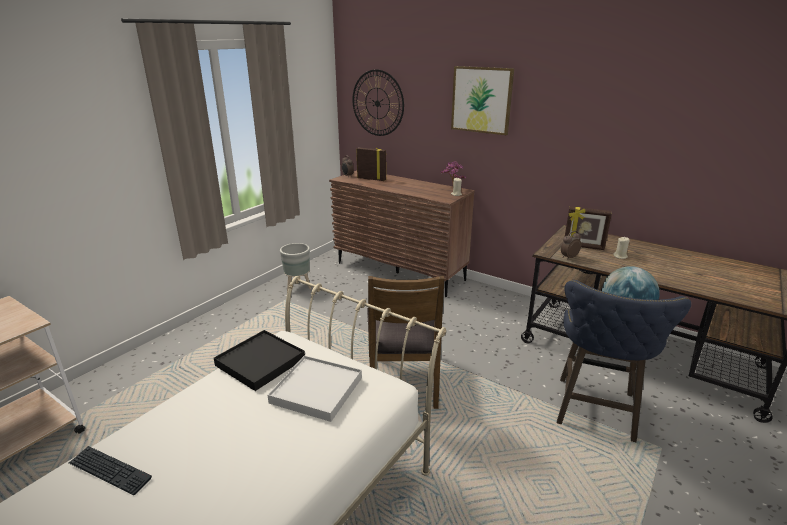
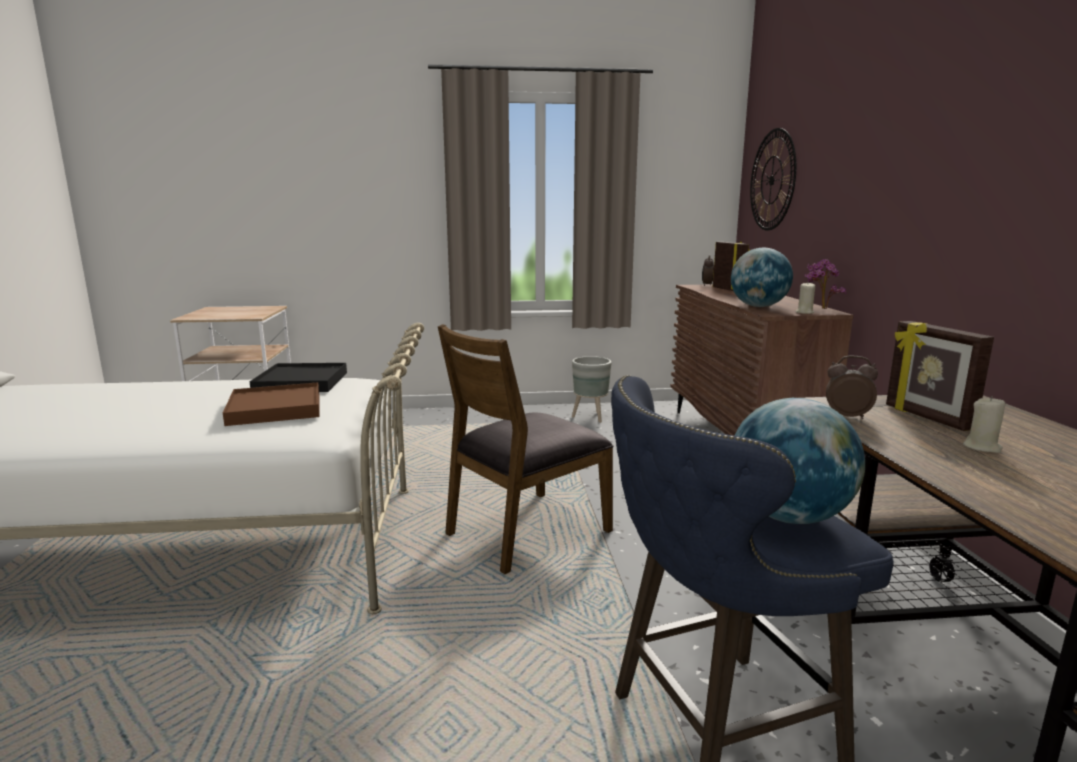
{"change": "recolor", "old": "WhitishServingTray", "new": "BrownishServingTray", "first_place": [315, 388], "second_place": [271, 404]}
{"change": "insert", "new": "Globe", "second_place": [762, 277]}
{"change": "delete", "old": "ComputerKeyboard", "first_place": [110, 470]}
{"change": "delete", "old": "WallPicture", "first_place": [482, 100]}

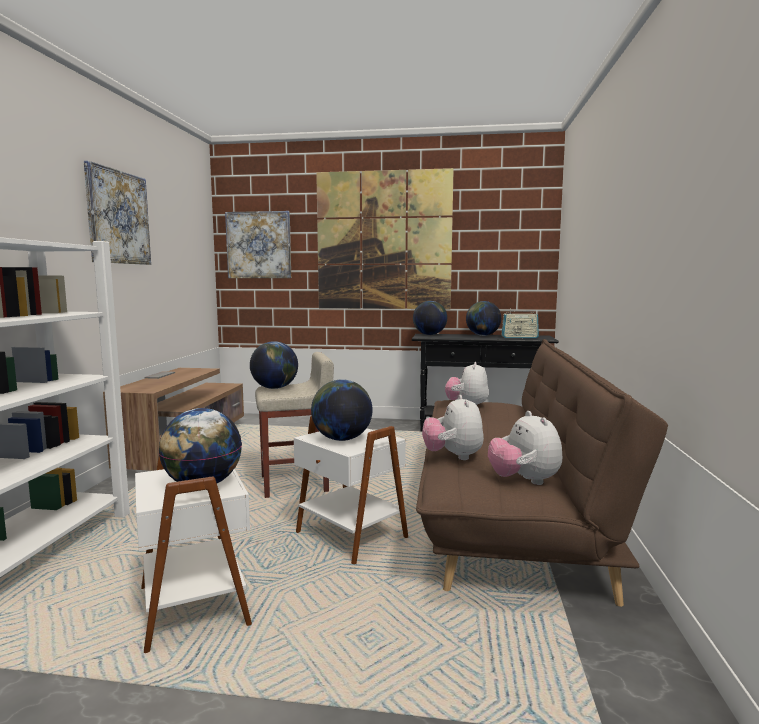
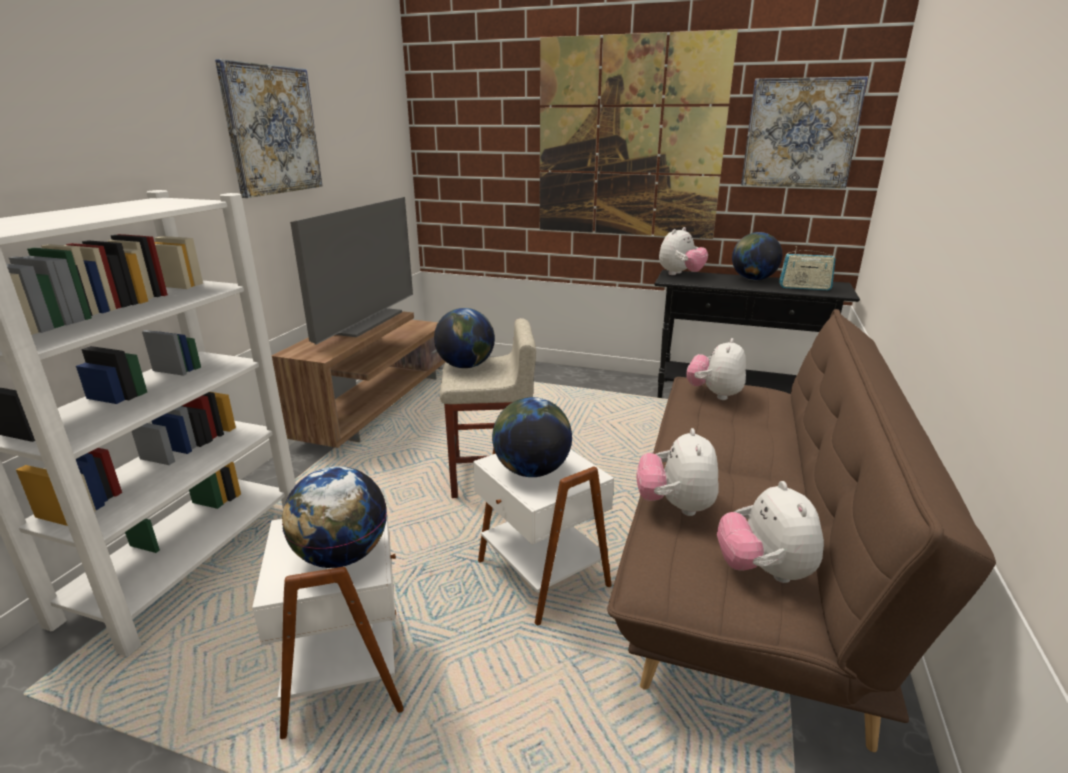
{"change": "insert", "new": "TvSet", "second_place": [351, 271]}
{"change": "replace", "old": "Globe", "new": "SoftToy", "first_place": [430, 318], "second_place": [683, 251]}
{"change": "move", "old": "WallPicture", "first_place": [258, 244], "second_place": [804, 132]}

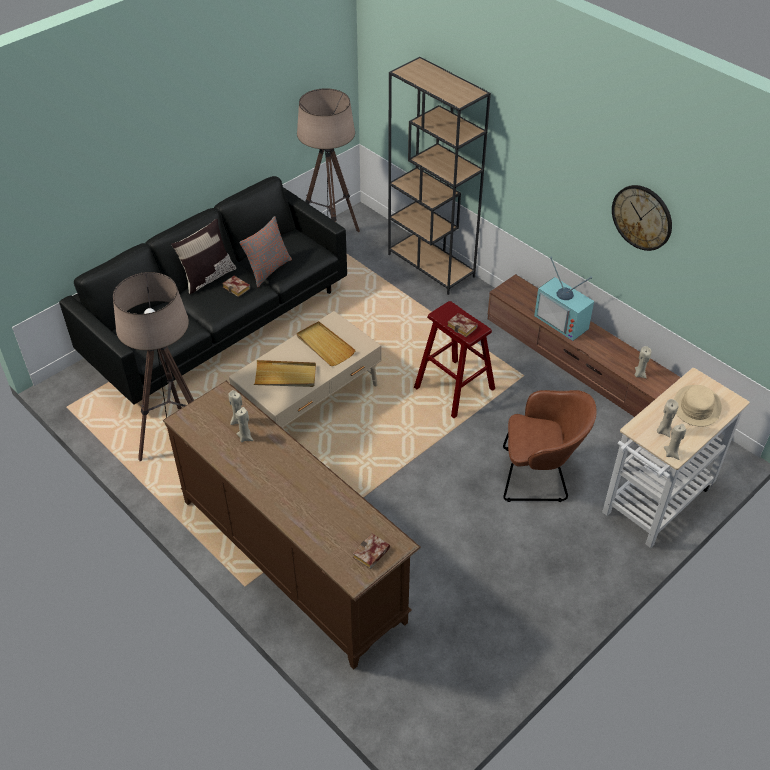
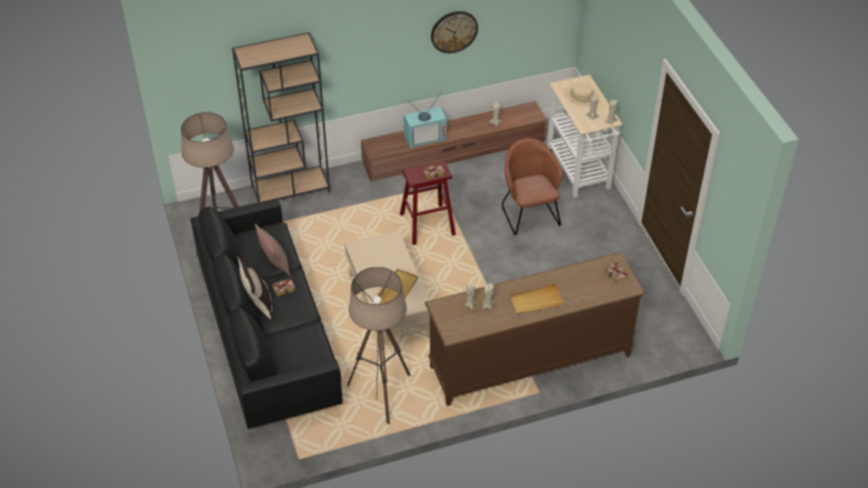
{"change": "rotate", "old": "BrownishLoungeChair", "first_place": [550, 446], "second_place": [532, 186], "degrees": -45}
{"change": "move", "old": "BeigeColouredServingTray", "first_place": [326, 343], "second_place": [537, 300]}

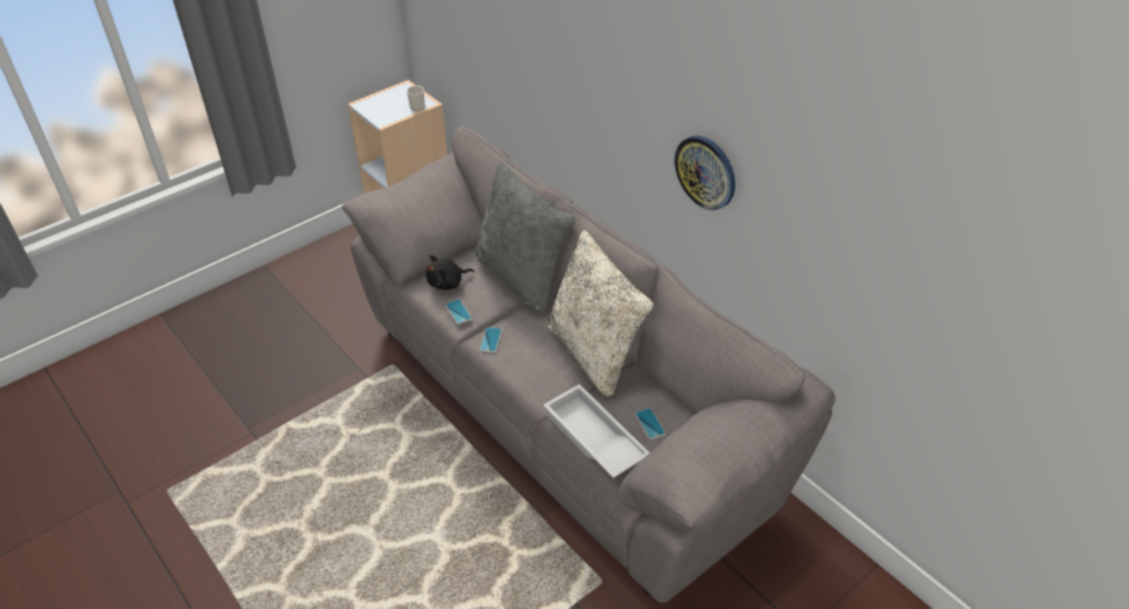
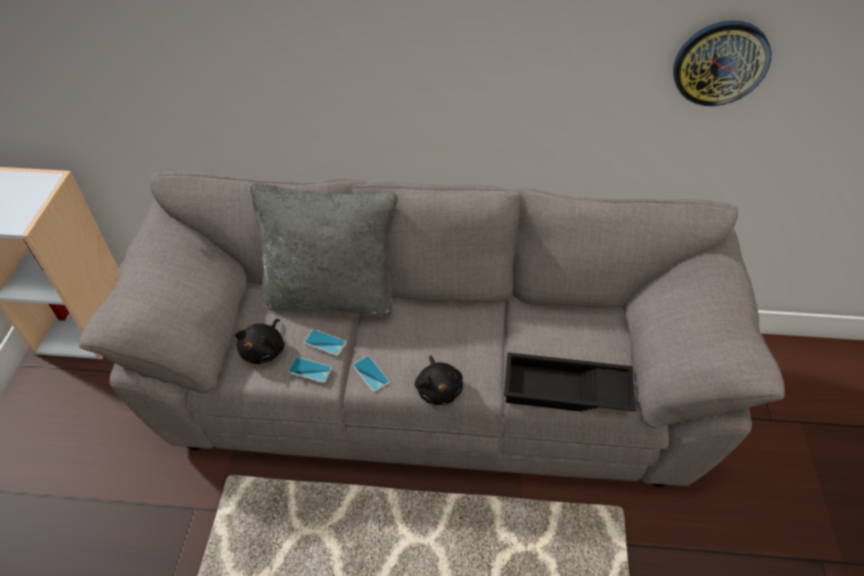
{"change": "move", "old": "Phone", "first_place": [650, 424], "second_place": [325, 342]}
{"change": "insert", "new": "BlackSoftToy", "second_place": [439, 380]}
{"change": "recolor", "old": "WhitishServingTray", "new": "BlackServingTray", "first_place": [596, 431], "second_place": [569, 382]}
{"change": "move", "old": "ClockOnTheWall", "first_place": [705, 172], "second_place": [722, 63]}
{"change": "delete", "old": "Mug", "first_place": [416, 98]}
{"change": "delete", "old": "BeigeColouredCushion", "first_place": [601, 313]}

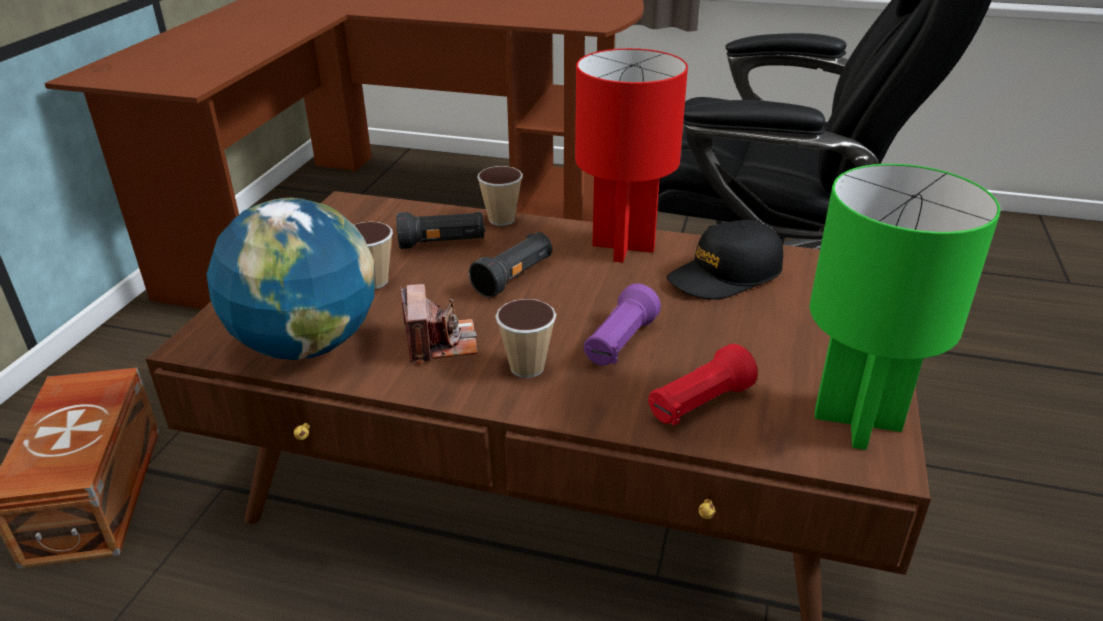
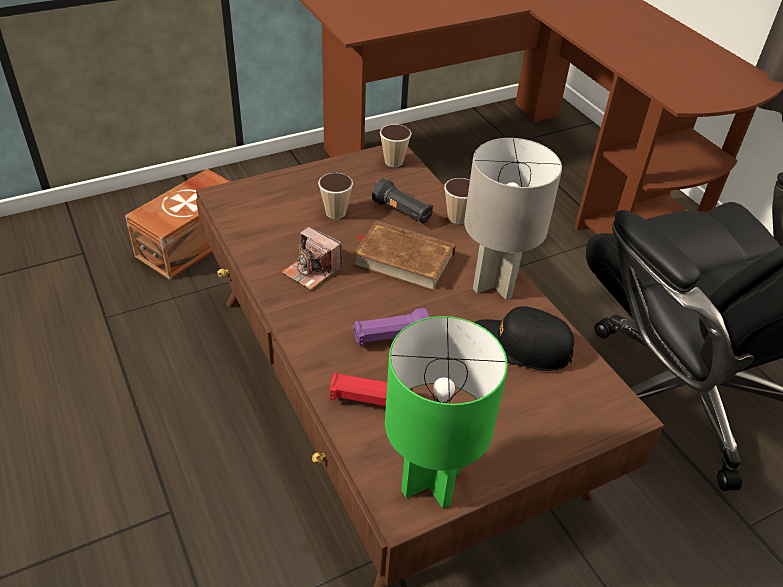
{"change": "rotate", "old": "StillCamera", "first_place": [439, 324], "second_place": [312, 258], "degrees": 90}
{"change": "replace", "old": "BlackHandTorch", "new": "BrownishBook", "first_place": [511, 265], "second_place": [404, 256]}
{"change": "move", "old": "DrinkingCup", "first_place": [525, 338], "second_place": [396, 145]}
{"change": "recolor", "old": "RedLampForATable", "new": "GreyLampForATable", "first_place": [631, 155], "second_place": [513, 219]}
{"change": "delete", "old": "Globe", "first_place": [290, 279]}

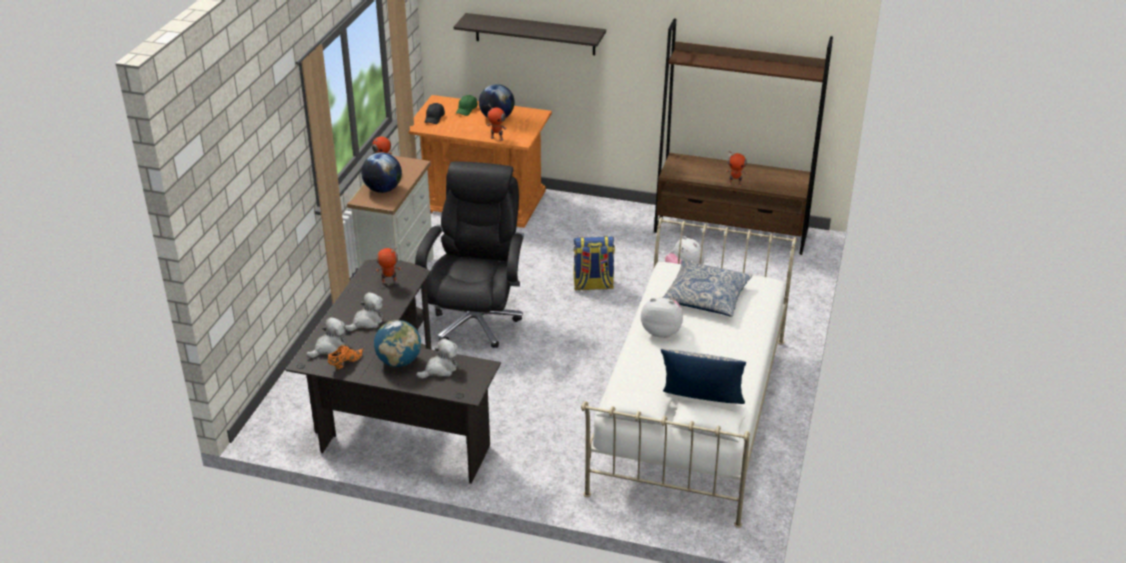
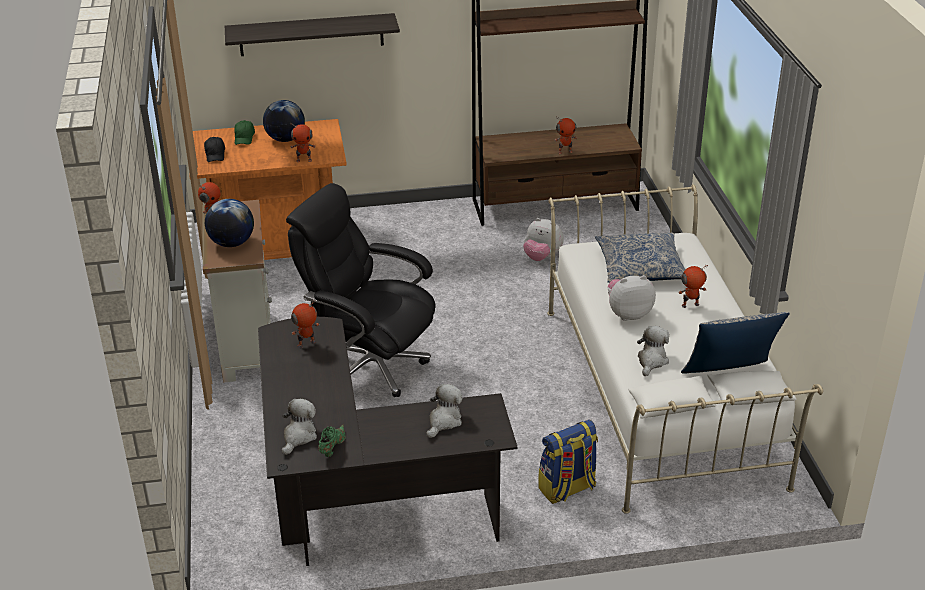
{"change": "rotate", "old": "BlackOfficeChair", "first_place": [469, 254], "second_place": [360, 290], "degrees": -45}
{"change": "recolor", "old": "OrangeLowShoe", "new": "GreenLowShoe", "first_place": [346, 357], "second_place": [331, 441]}
{"change": "move", "old": "Backpack", "first_place": [594, 263], "second_place": [568, 462]}
{"change": "move", "old": "SoftToy", "first_place": [364, 311], "second_place": [653, 351]}
{"change": "insert", "new": "ModelRobot", "second_place": [693, 286]}
{"change": "delete", "old": "Globe", "first_place": [397, 343]}

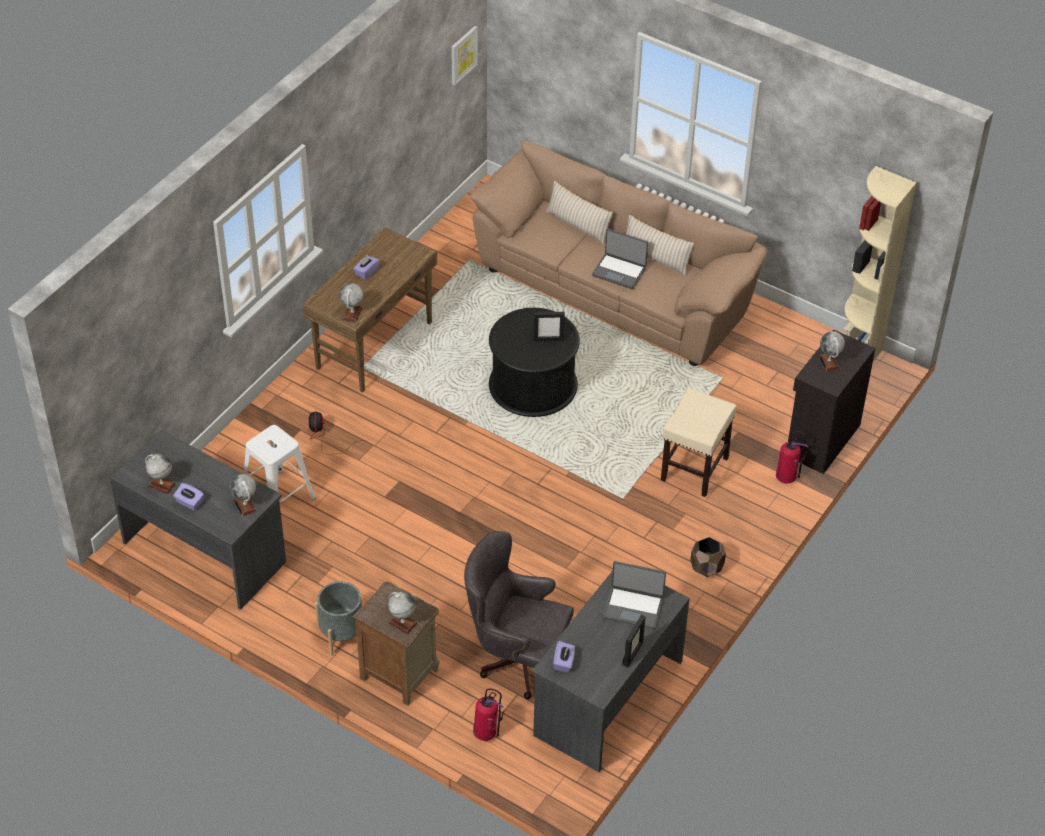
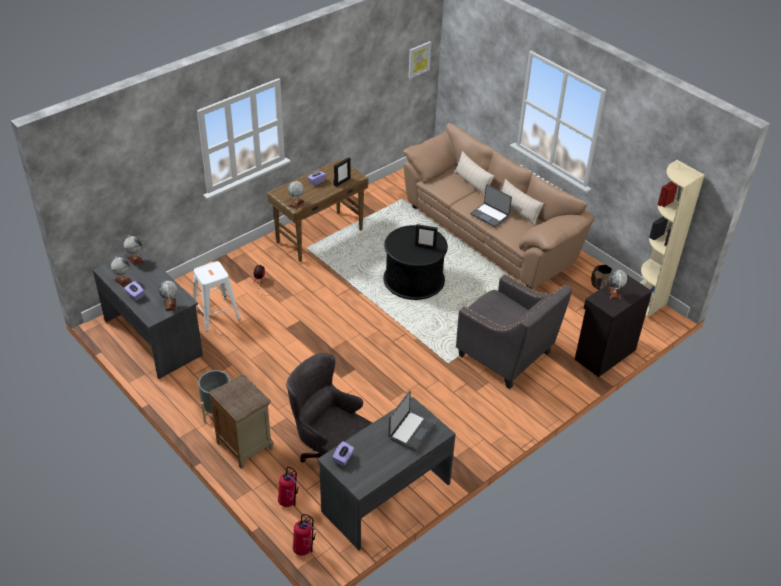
{"change": "move", "old": "Globe", "first_place": [403, 613], "second_place": [134, 250]}
{"change": "move", "old": "FireFightingCylinder", "first_place": [792, 457], "second_place": [304, 535]}
{"change": "move", "old": "PictureFrame", "first_place": [634, 641], "second_place": [342, 172]}
{"change": "rotate", "old": "PortableComputer", "first_place": [634, 595], "second_place": [411, 421], "degrees": -90}
{"change": "replace", "old": "BeigeColouredStoolSeat", "new": "GreyLoungeChair", "first_place": [699, 442], "second_place": [514, 331]}
{"change": "move", "old": "BrownishPlanter", "first_place": [708, 557], "second_place": [602, 277]}

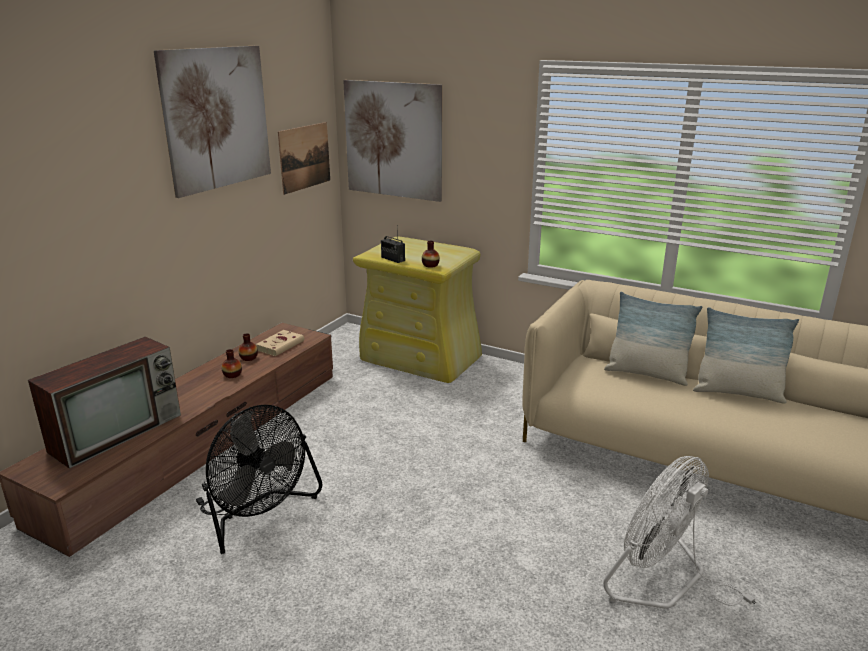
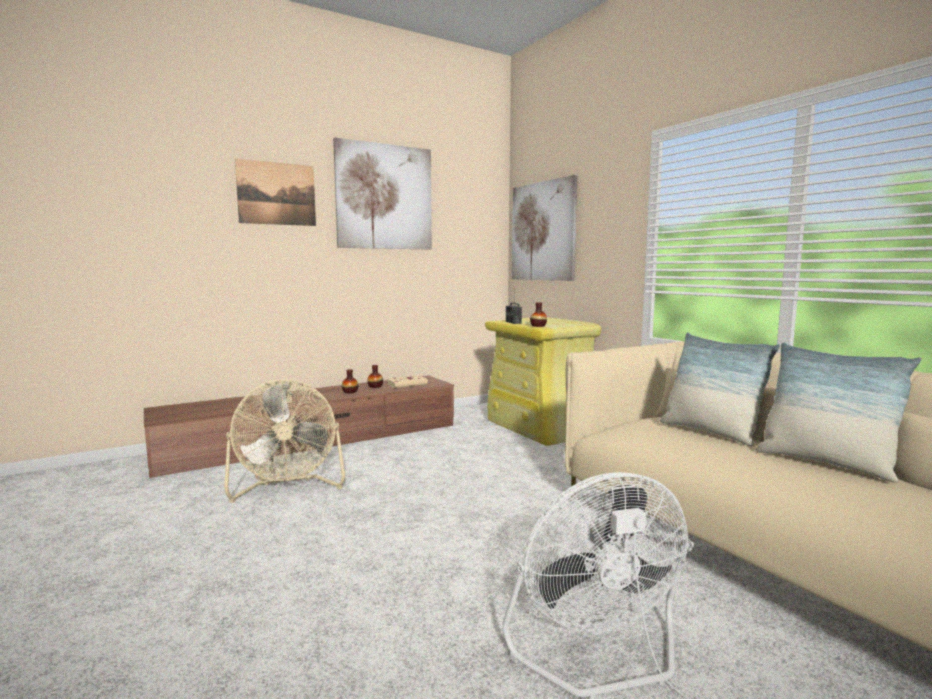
{"change": "recolor", "old": "BlackElectricFan", "new": "BeigeColouredElectricFan", "first_place": [259, 479], "second_place": [284, 441]}
{"change": "move", "old": "WallPicture", "first_place": [304, 158], "second_place": [275, 192]}
{"change": "delete", "old": "TvSet", "first_place": [104, 403]}

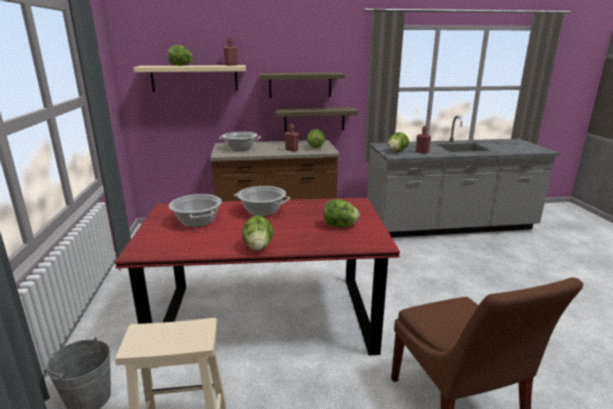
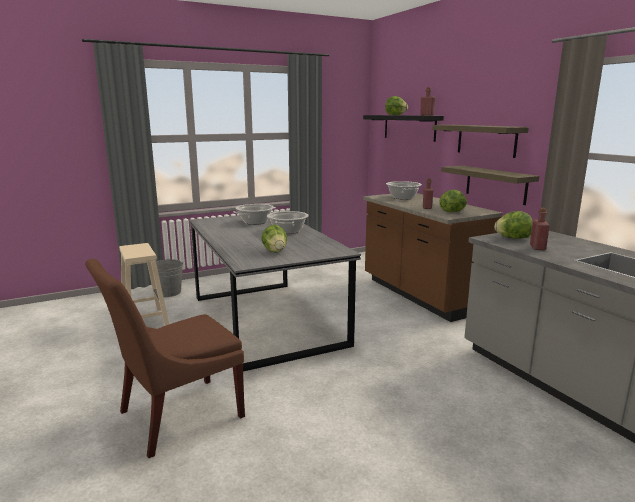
{"change": "recolor", "old": "RedKitchenTable", "new": "GreyKitchenTable", "first_place": [257, 283], "second_place": [275, 292]}
{"change": "recolor", "old": "BeigeColouredWallShelf", "new": "BlackWallShelf", "first_place": [190, 78], "second_place": [403, 128]}
{"change": "delete", "old": "LettuceHead", "first_place": [257, 233]}

